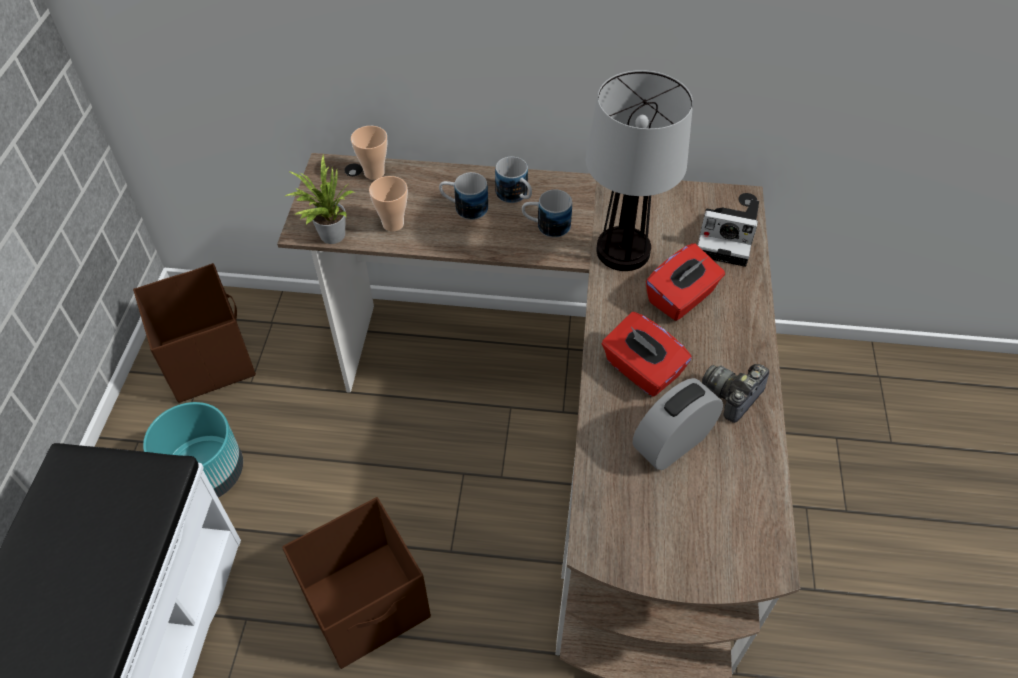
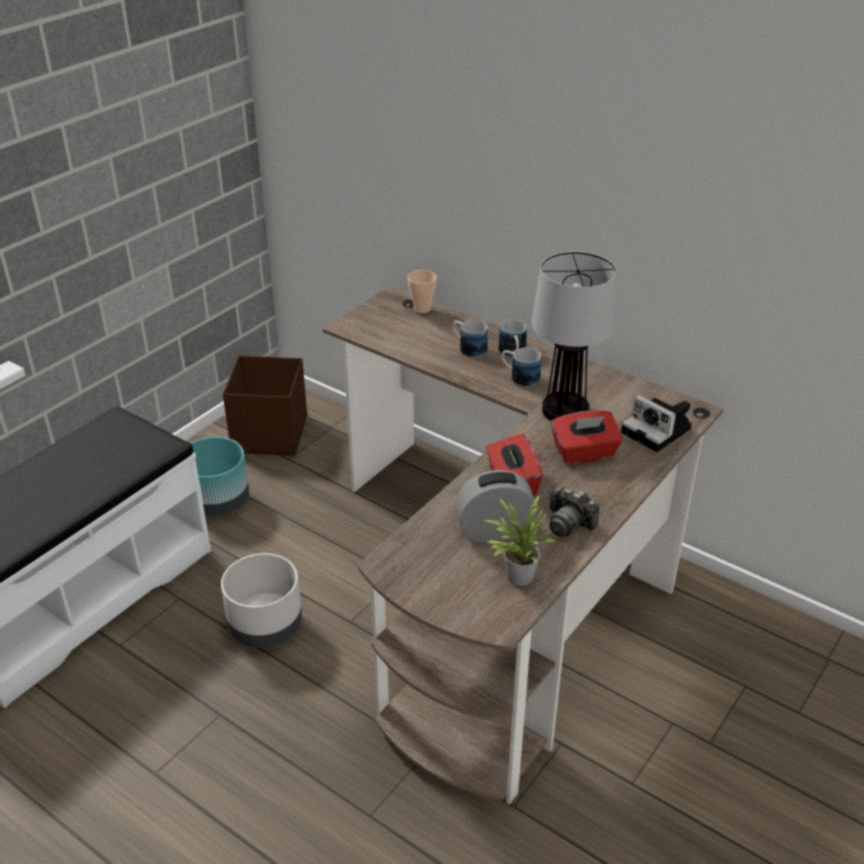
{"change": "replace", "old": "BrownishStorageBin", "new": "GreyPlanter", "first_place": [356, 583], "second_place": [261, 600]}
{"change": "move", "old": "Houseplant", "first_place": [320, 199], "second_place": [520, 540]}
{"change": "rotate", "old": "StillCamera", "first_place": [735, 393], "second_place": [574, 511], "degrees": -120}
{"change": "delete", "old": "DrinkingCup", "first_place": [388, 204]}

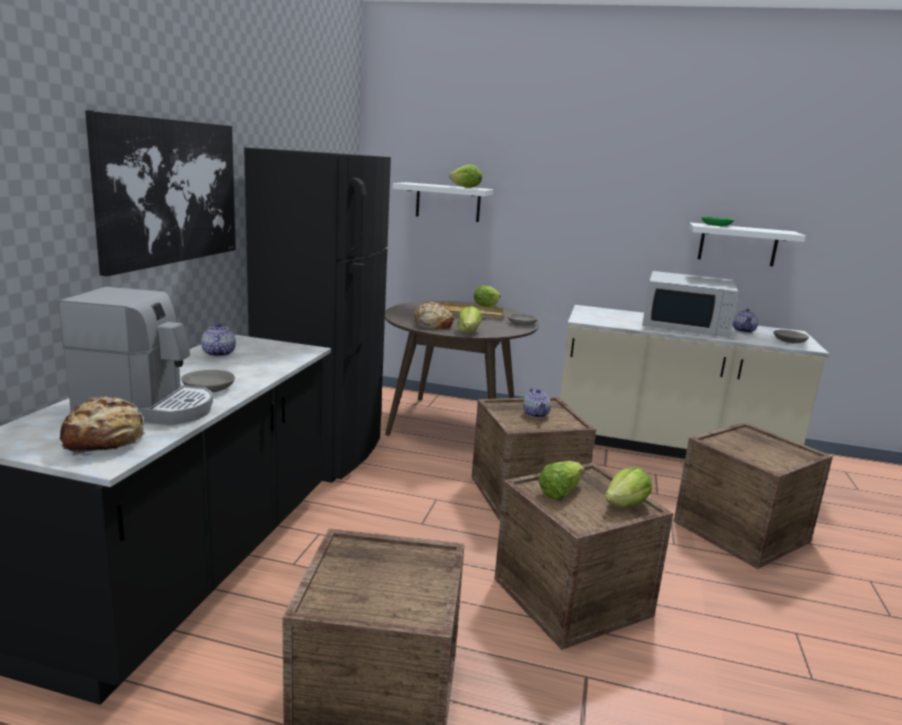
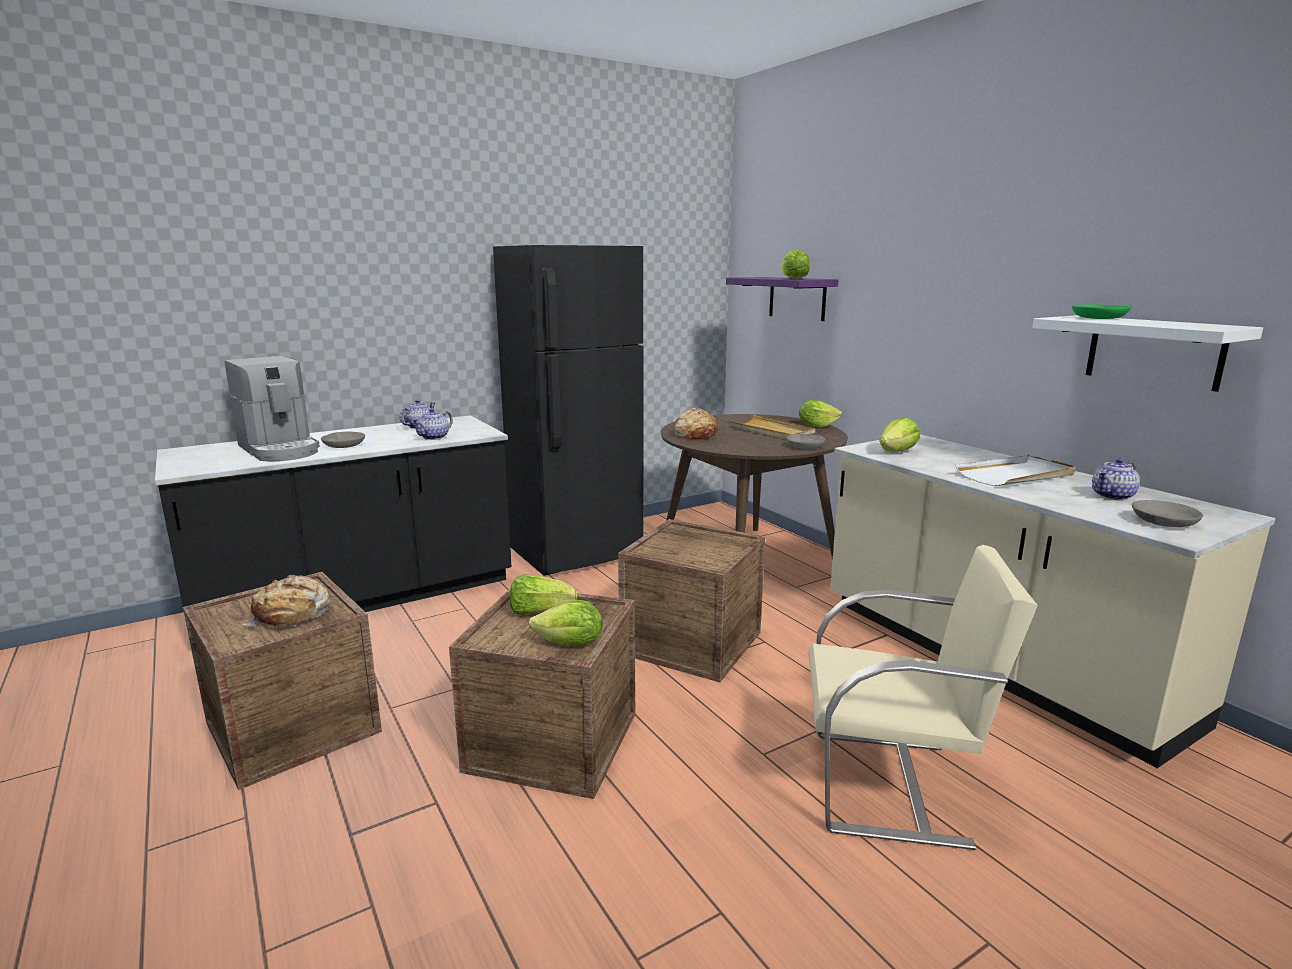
{"change": "move", "old": "Bread", "first_place": [102, 426], "second_place": [286, 601]}
{"change": "move", "old": "PotForTea", "first_place": [537, 403], "second_place": [432, 424]}
{"change": "recolor", "old": "WhitishWallShelf", "new": "PurpleColouredWallShelf", "first_place": [443, 202], "second_place": [782, 299]}
{"change": "replace", "old": "ShippingCrate", "new": "BeigeColouredUprightChair", "first_place": [753, 495], "second_place": [923, 697]}
{"change": "move", "old": "LettuceHead", "first_place": [469, 319], "second_place": [899, 435]}
{"change": "replace", "old": "WhitishKitchenMicrowave", "new": "WhitishServingTray", "first_place": [690, 304], "second_place": [1015, 470]}
{"change": "delete", "old": "WallPicture", "first_place": [160, 193]}

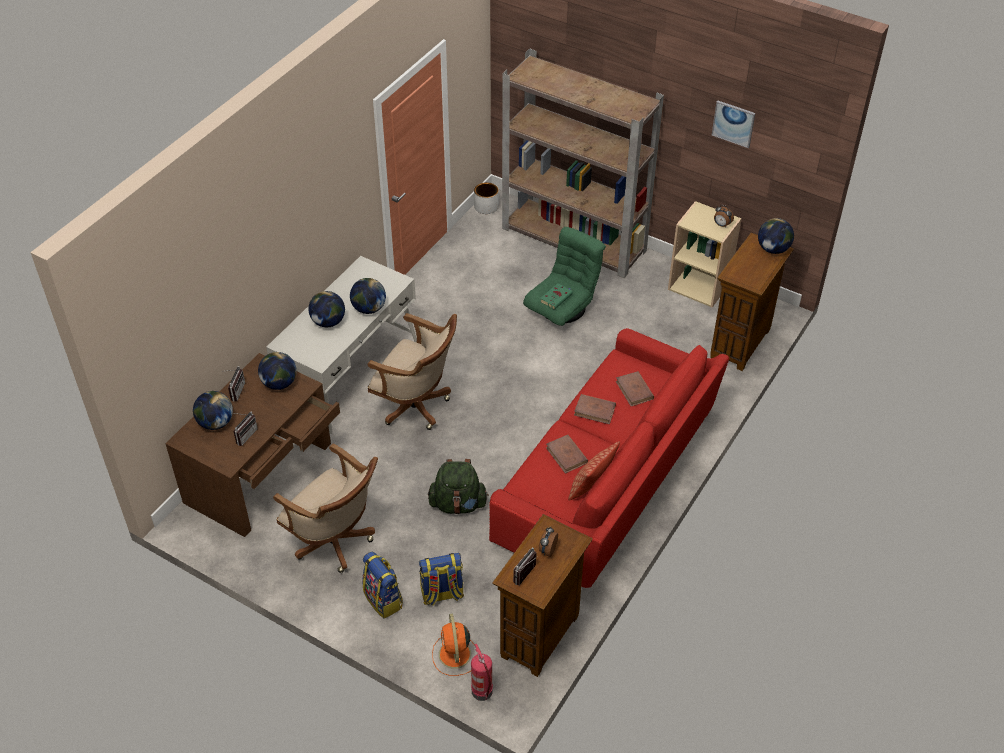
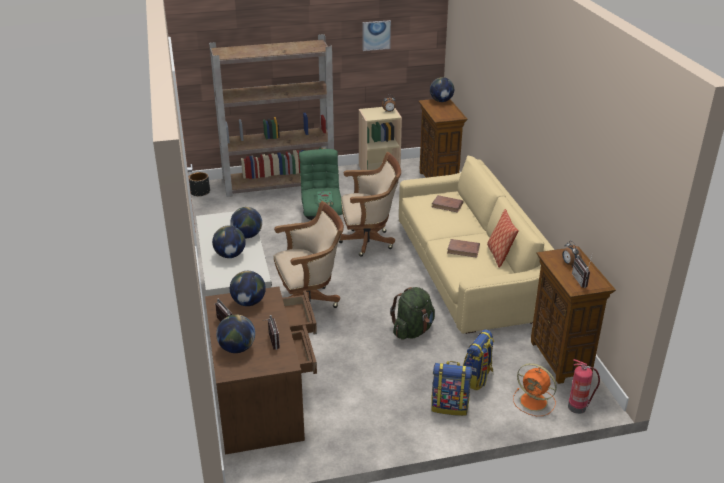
{"change": "recolor", "old": "WhitishPlanter", "new": "BlackPlanter", "first_place": [486, 198], "second_place": [199, 184]}
{"change": "move", "old": "OfficeChair", "first_place": [325, 508], "second_place": [370, 204]}
{"change": "recolor", "old": "RedSettee", "new": "BeigeColouredSettee", "first_place": [609, 458], "second_place": [476, 245]}
{"change": "delete", "old": "BrownishBook", "first_place": [595, 409]}

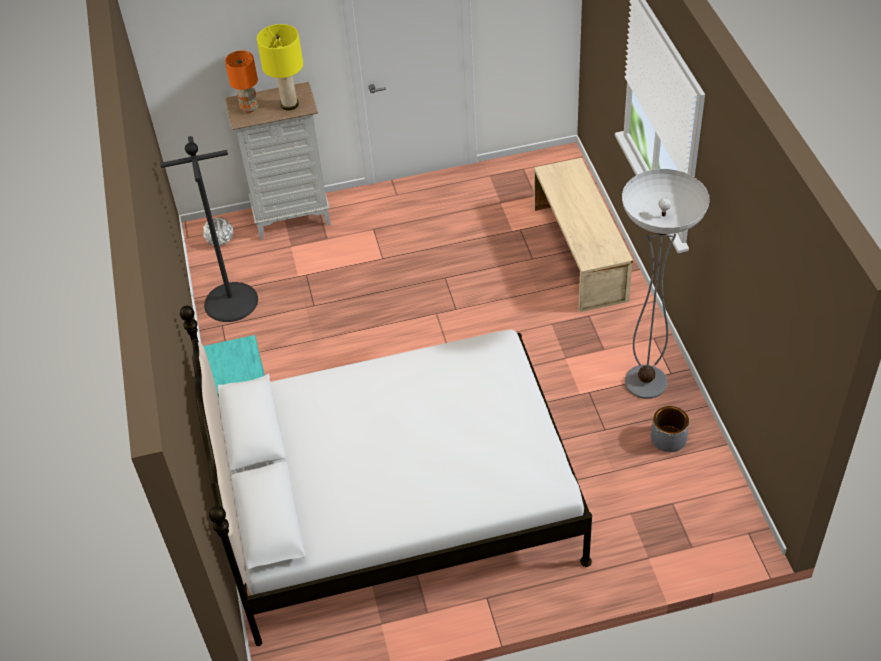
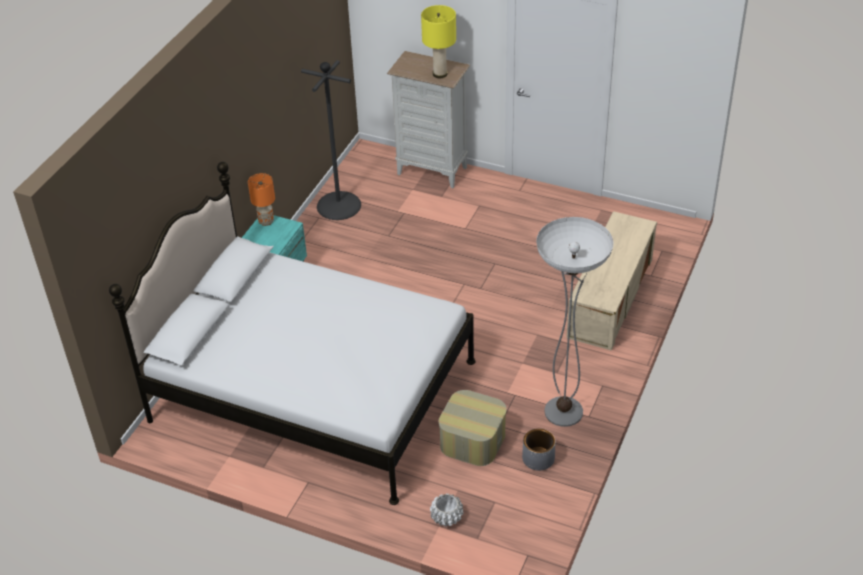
{"change": "move", "old": "OrangeLampForATable", "first_place": [241, 81], "second_place": [261, 199]}
{"change": "move", "old": "WhitishPlanter", "first_place": [218, 231], "second_place": [446, 510]}
{"change": "insert", "new": "Footrest", "second_place": [473, 428]}

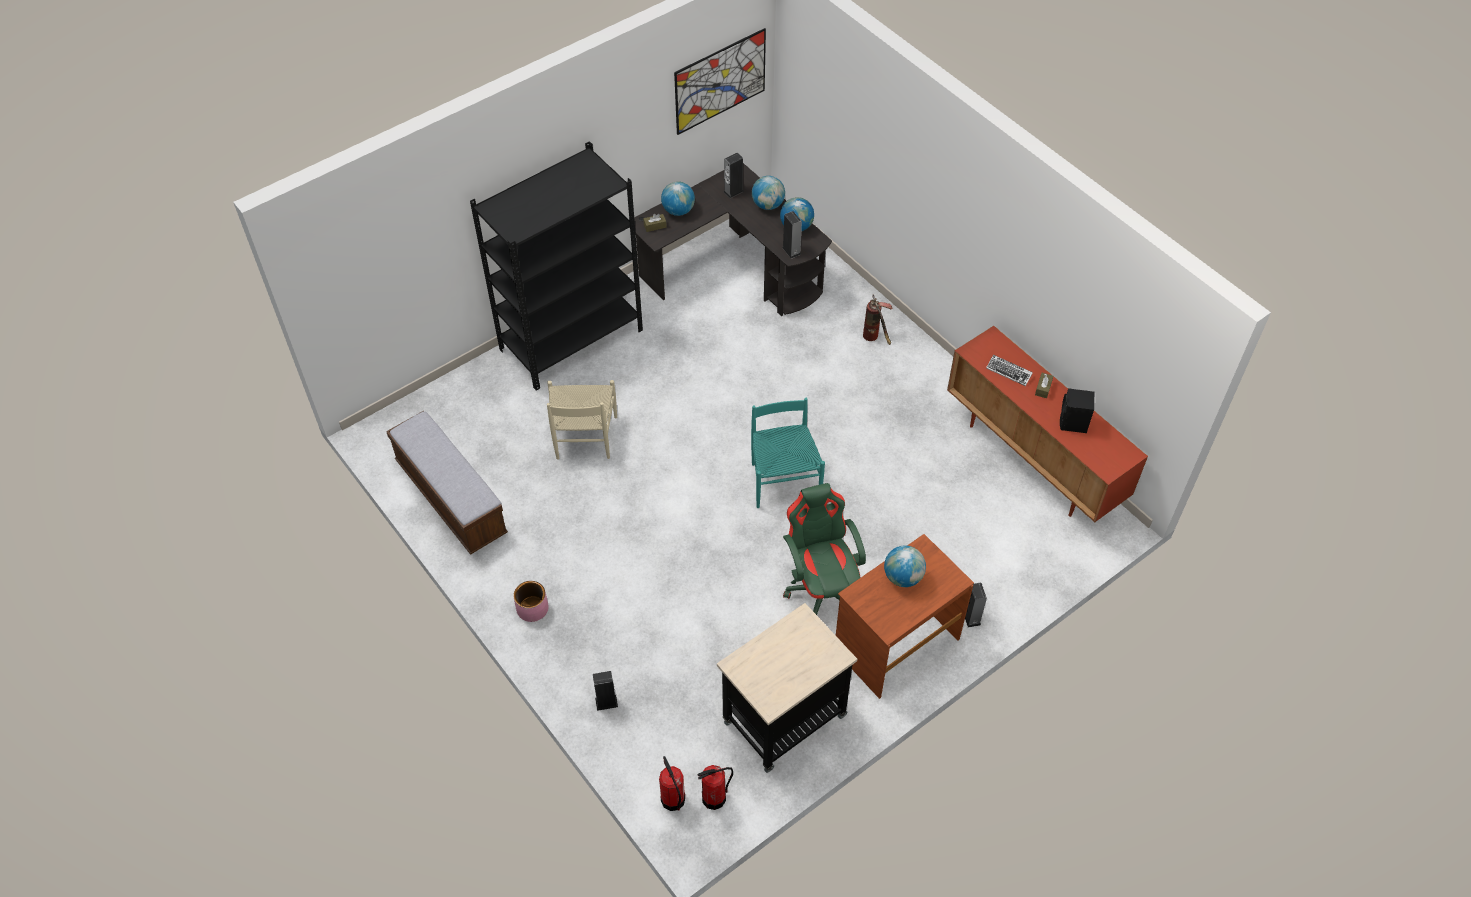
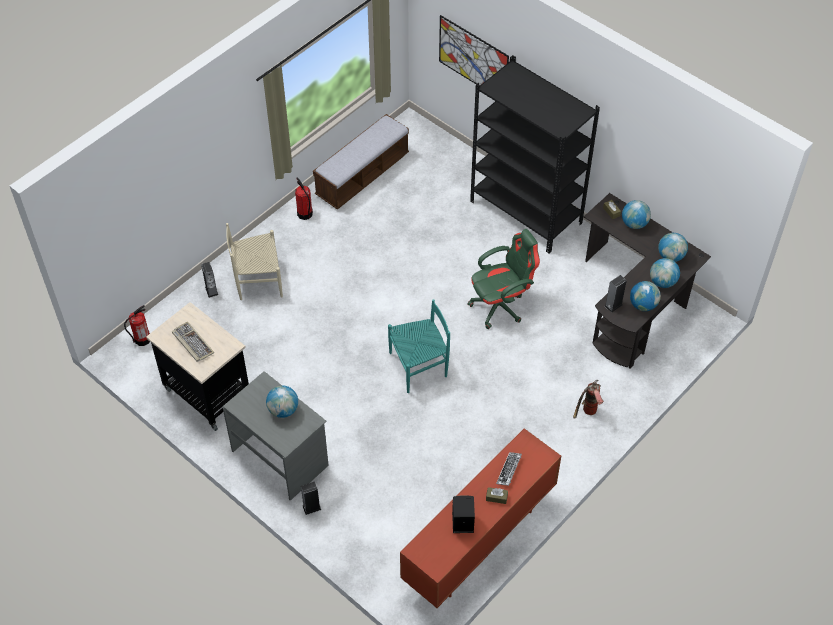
{"change": "insert", "new": "ComputerKeyboard", "second_place": [193, 342]}
{"change": "recolor", "old": "BrownishDeskTable", "new": "GreyDeskTable", "first_place": [905, 616], "second_place": [276, 436]}
{"change": "move", "old": "BeigeColouredUprightChair", "first_place": [582, 420], "second_place": [254, 261]}
{"change": "move", "old": "FireFightingCylinder", "first_place": [715, 787], "second_place": [304, 198]}
{"change": "move", "old": "WallPicture", "first_place": [720, 81], "second_place": [474, 50]}
{"change": "move", "old": "GreenOfficeChair", "first_place": [824, 549], "second_place": [503, 279]}
{"change": "replace", "old": "Speaker", "new": "Globe", "first_place": [733, 175], "second_place": [673, 247]}
{"change": "delete", "old": "PinkPlanter", "first_place": [530, 601]}

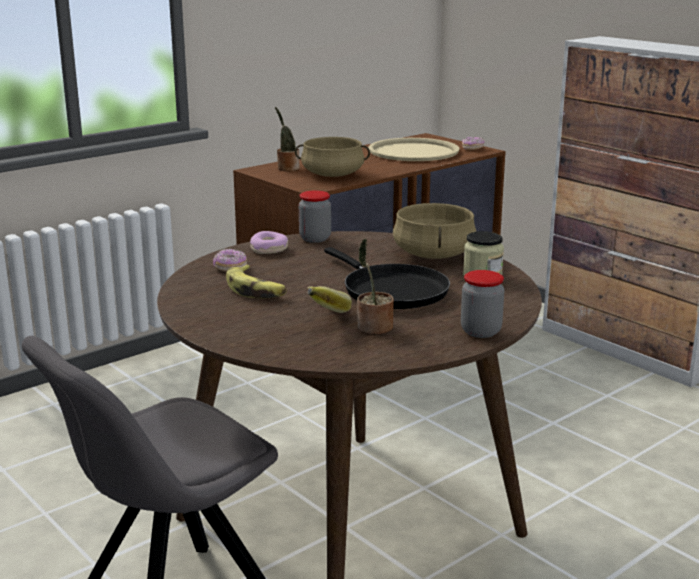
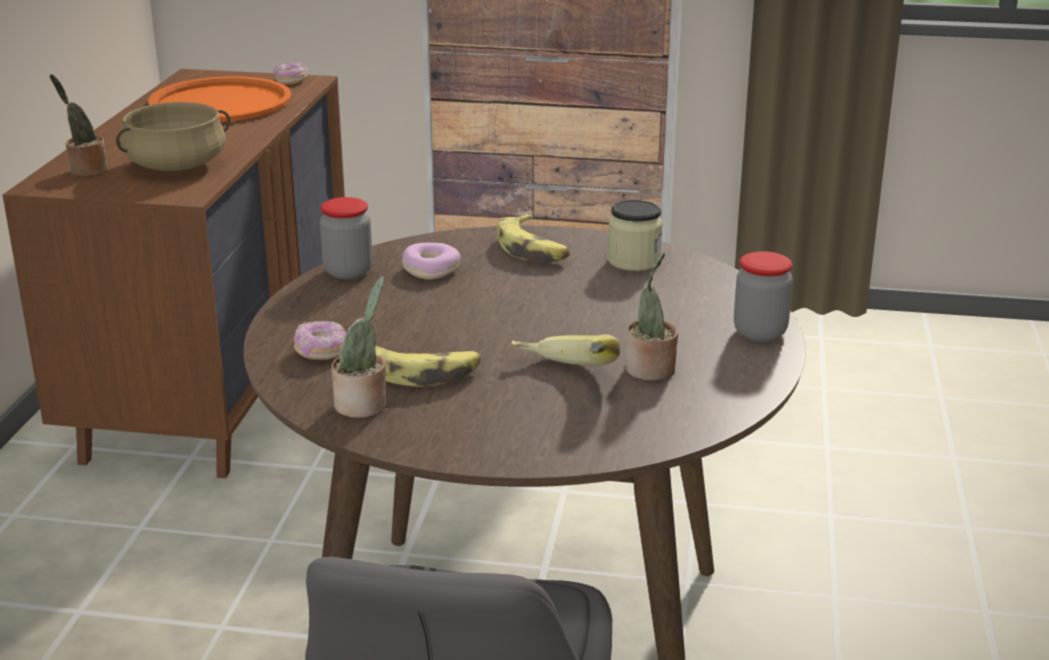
{"change": "recolor", "old": "BeigeColouredServingTray", "new": "OrangeServingTray", "first_place": [414, 149], "second_place": [220, 99]}
{"change": "insert", "new": "Houseplant", "second_place": [358, 347]}
{"change": "move", "old": "Donut", "first_place": [269, 242], "second_place": [431, 261]}
{"change": "replace", "old": "BeigeColouredCookingPot", "new": "WholeBanana", "first_place": [435, 231], "second_place": [533, 238]}
{"change": "delete", "old": "BlackSkillet", "first_place": [387, 278]}

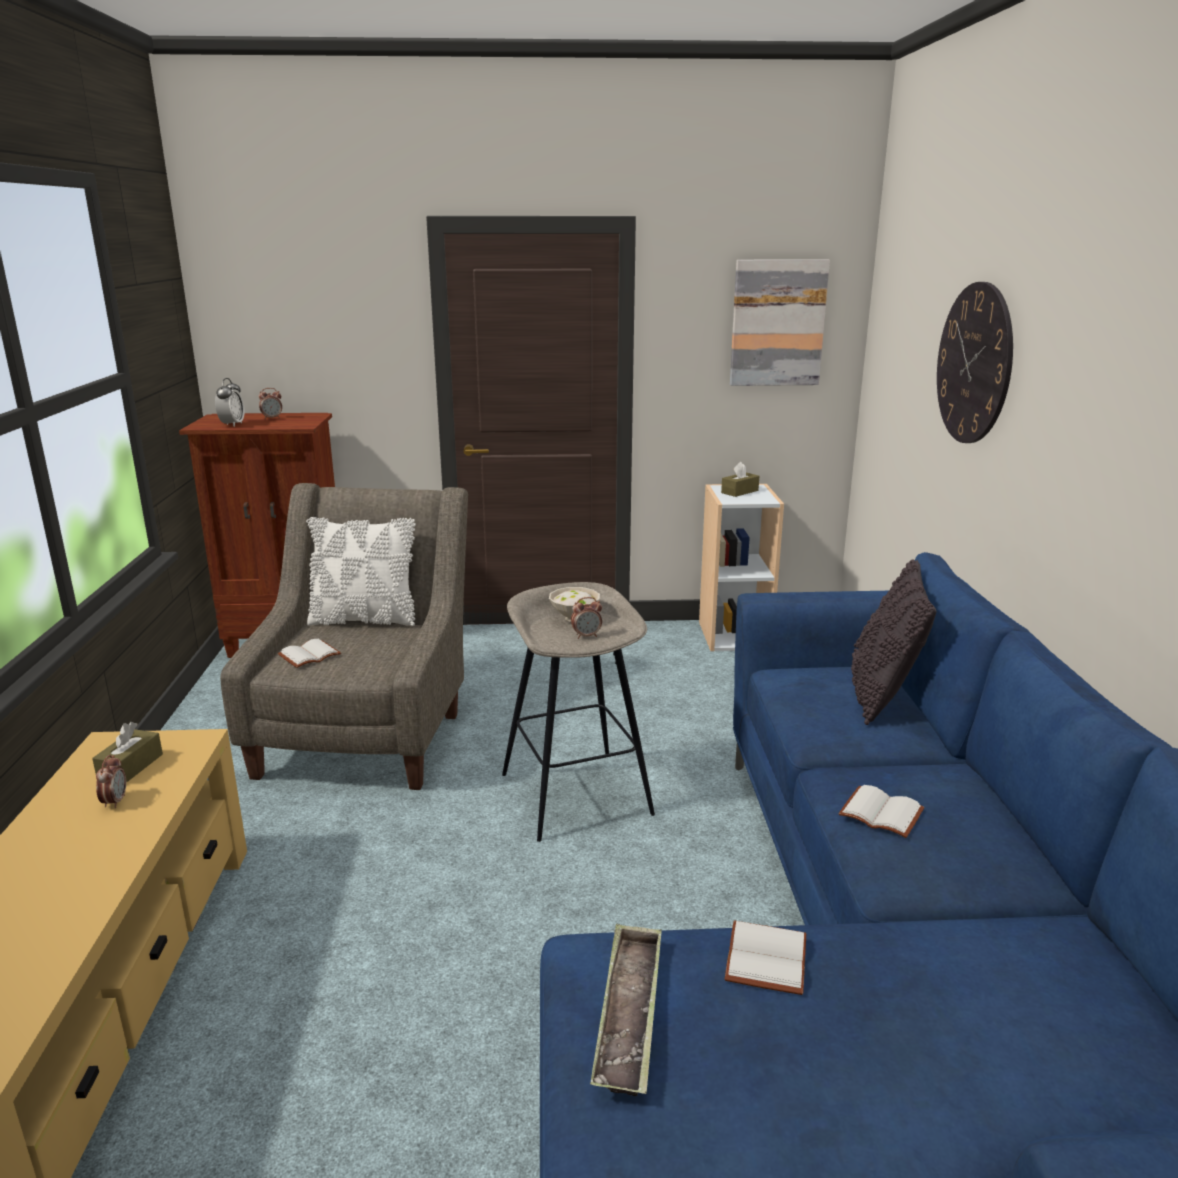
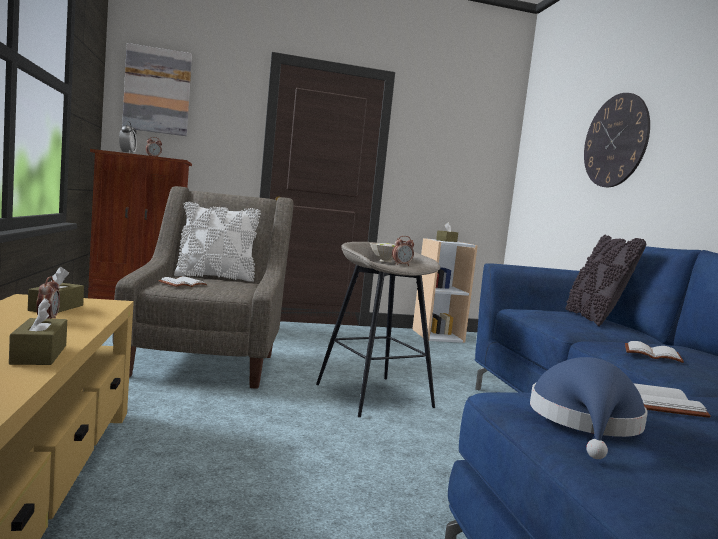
{"change": "insert", "new": "BrownishTissueHolder", "second_place": [38, 331]}
{"change": "move", "old": "WallPicture", "first_place": [780, 323], "second_place": [157, 89]}
{"change": "replace", "old": "ServingTray", "new": "BlueColouredWearableHat", "first_place": [626, 1009], "second_place": [589, 408]}

